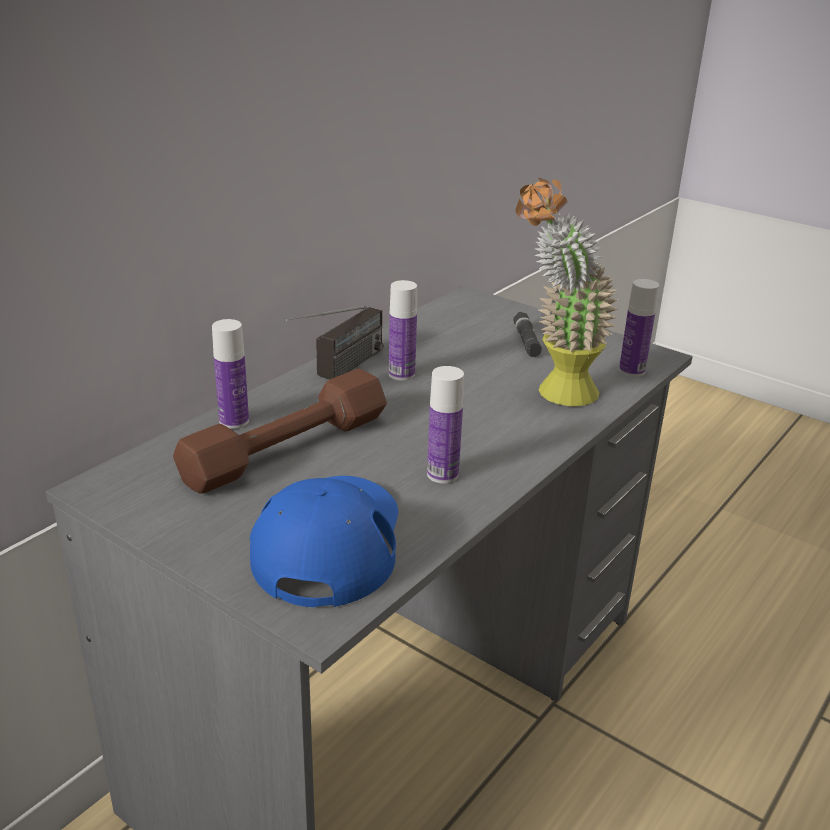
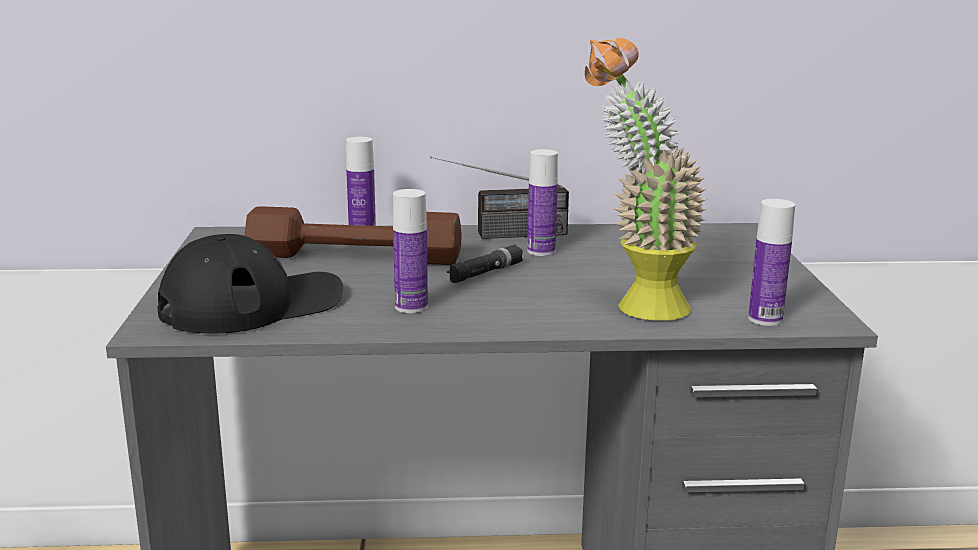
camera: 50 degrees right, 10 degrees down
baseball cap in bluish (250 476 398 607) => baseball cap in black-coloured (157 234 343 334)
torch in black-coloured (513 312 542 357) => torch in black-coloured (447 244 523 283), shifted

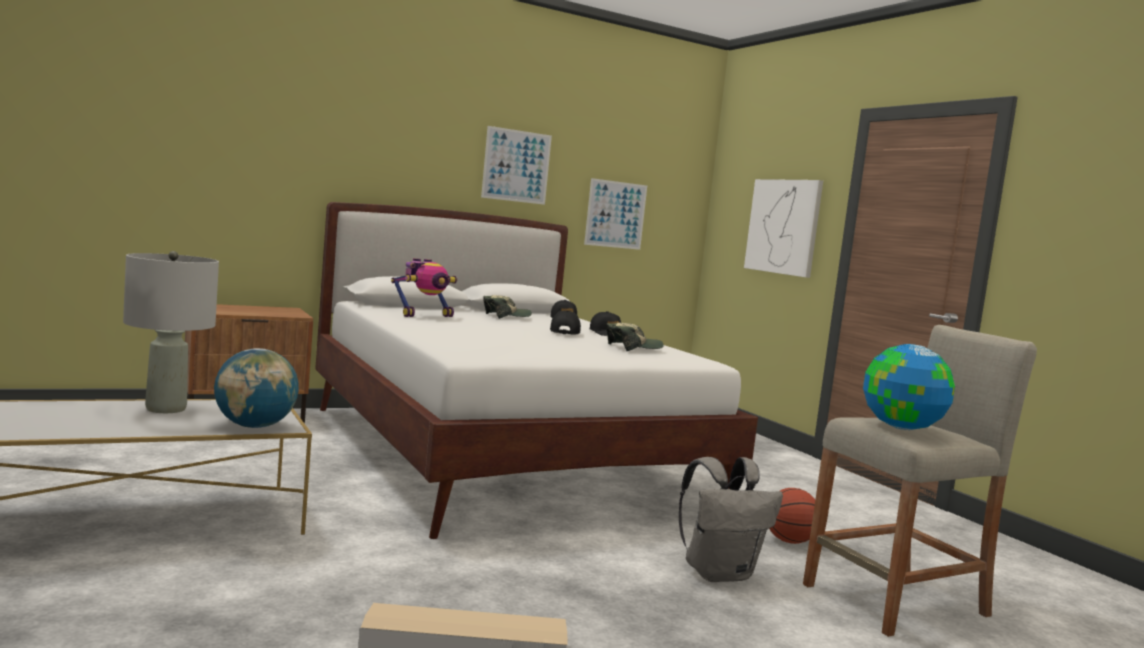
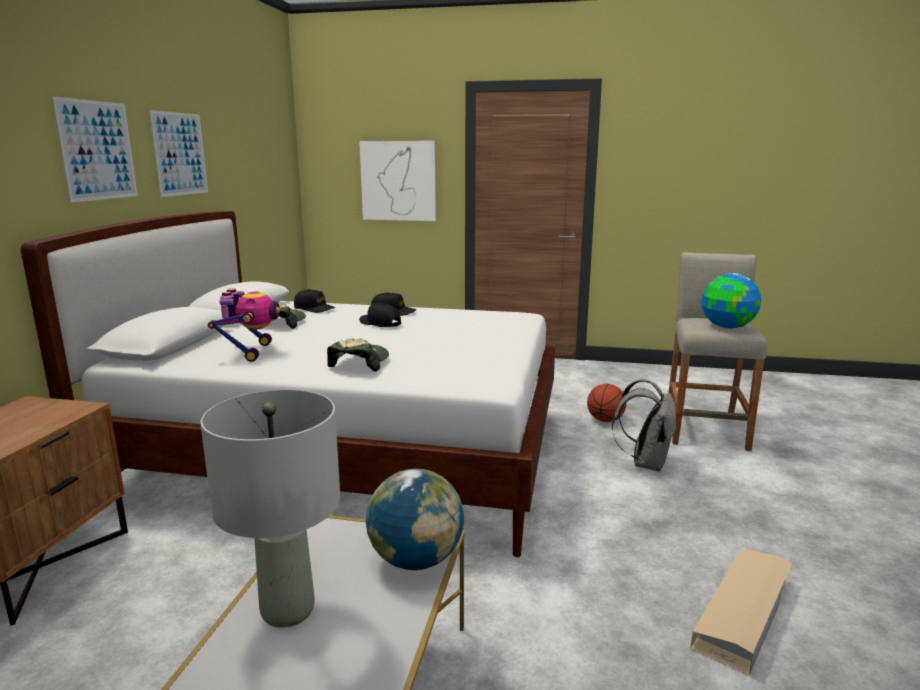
camera: 50 degrees left, 10 degrees up
wall art (584 178 647 250) => wall art (52 97 138 202), shifted
baseball cap (606 323 664 352) => baseball cap (327 338 389 372), shifted

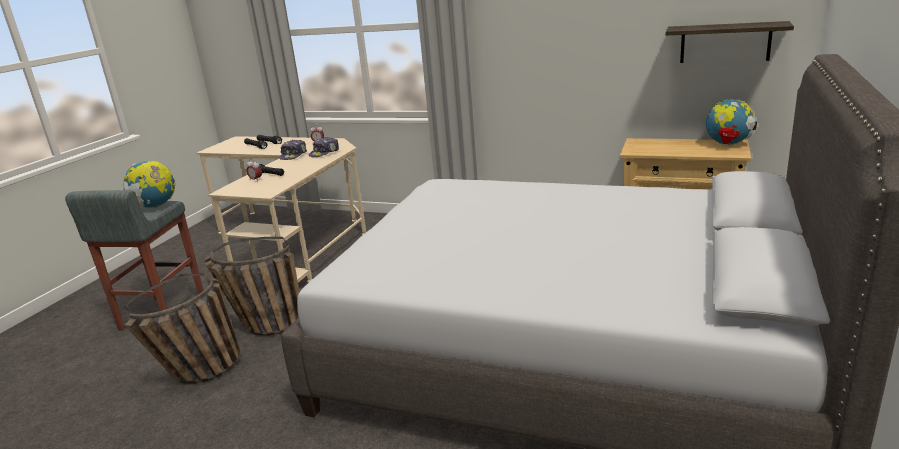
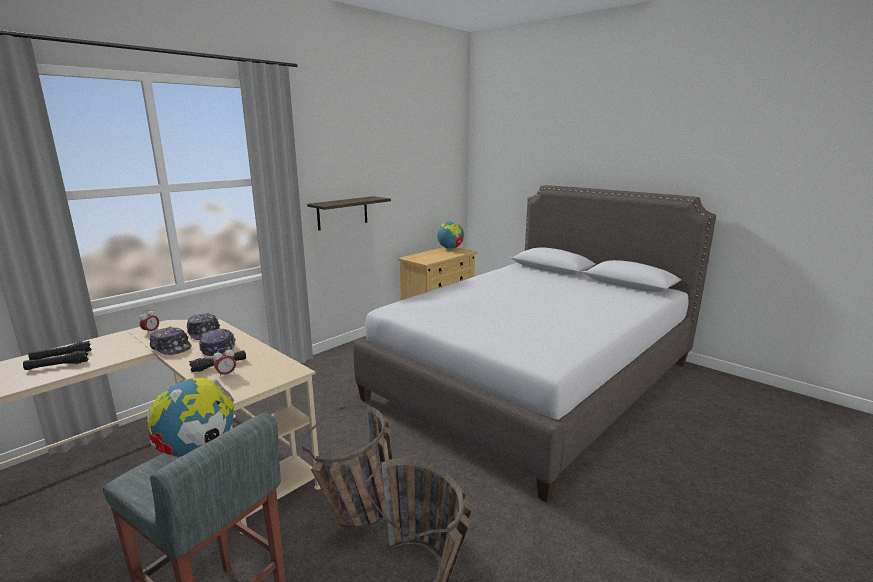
camera: 70 degrees left, 5 degrees down
bracket shelf (666 21 794 63) => bracket shelf (307 196 391 231), shifted
nothing => baseball cap (199 329 236 356)

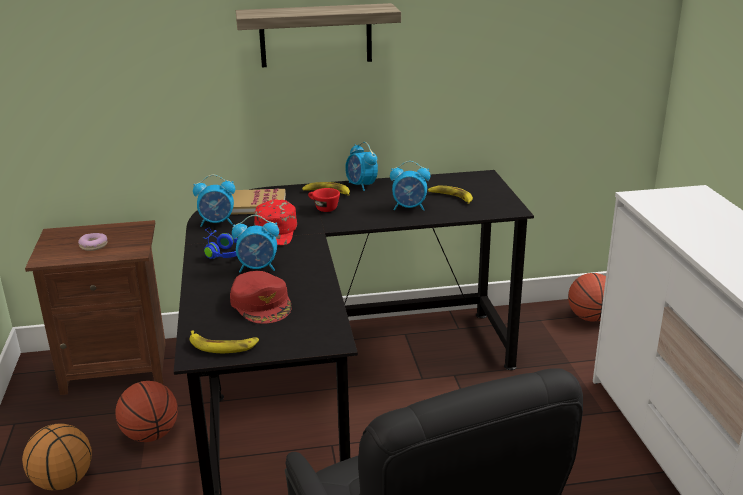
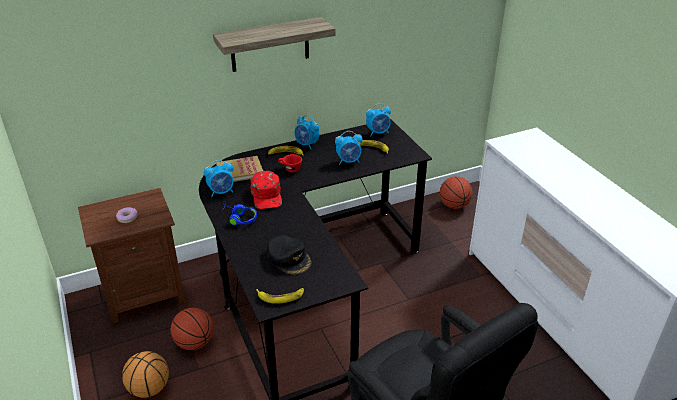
camera: 15 degrees left, 10 degrees up
baseball cap in reddish (230 271 292 324) => baseball cap in black-coloured (267 235 312 275)
alarm clock (232 215 279 273) => alarm clock (366 103 391 136), shifted

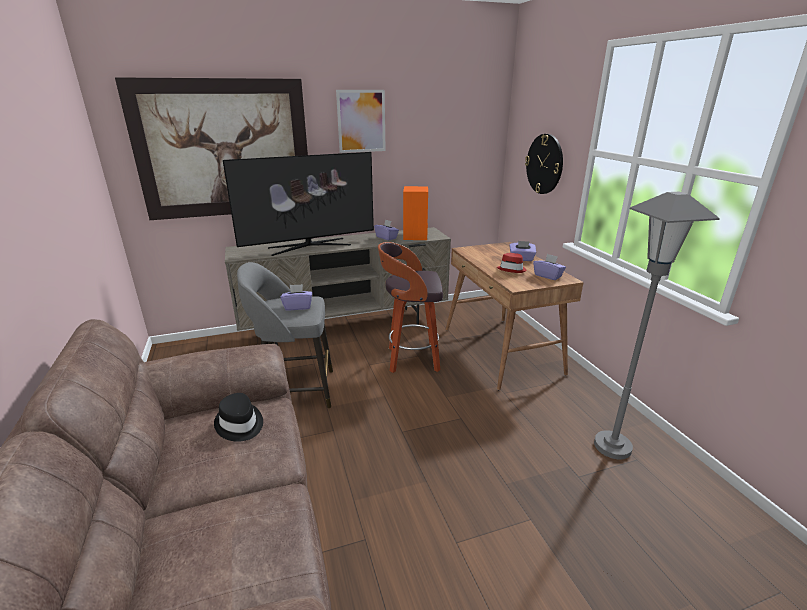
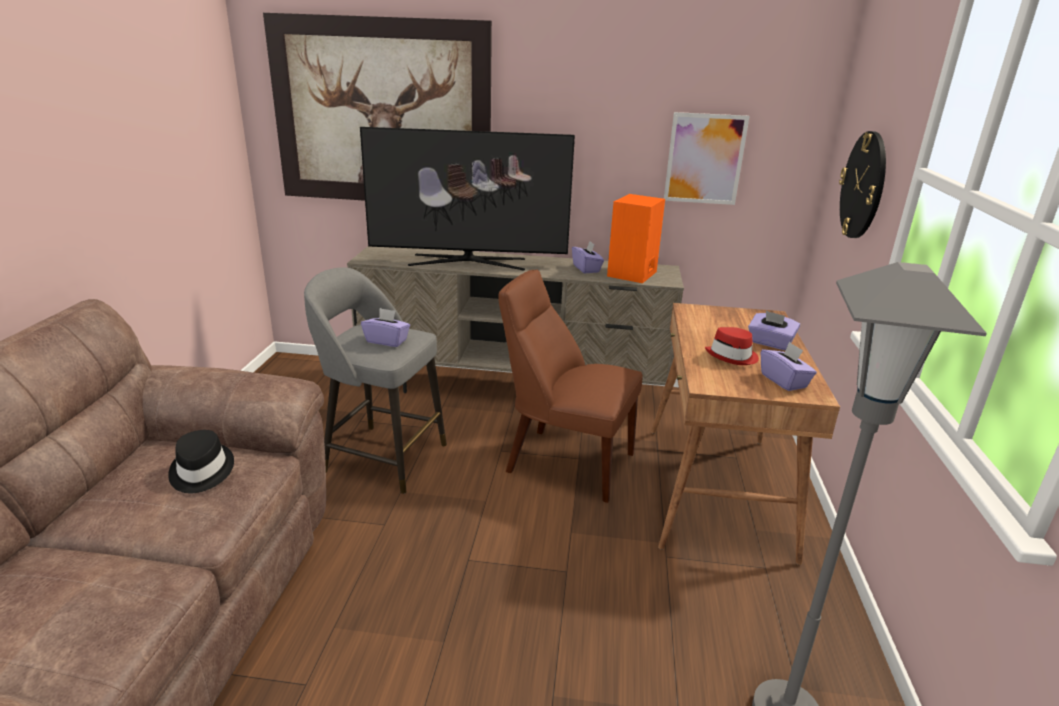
camera: 25 degrees right, 0 degrees up
wall art (336 90 386 153) => wall art (664 112 750 205), shifted
sitting stool (378 242 443 373) => upright chair in brown (498 270 643 503)

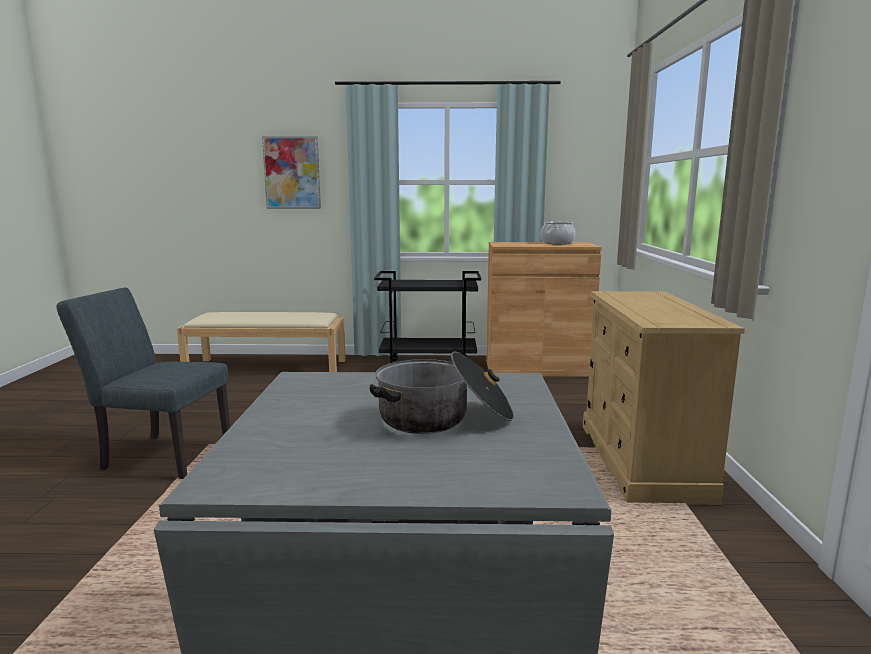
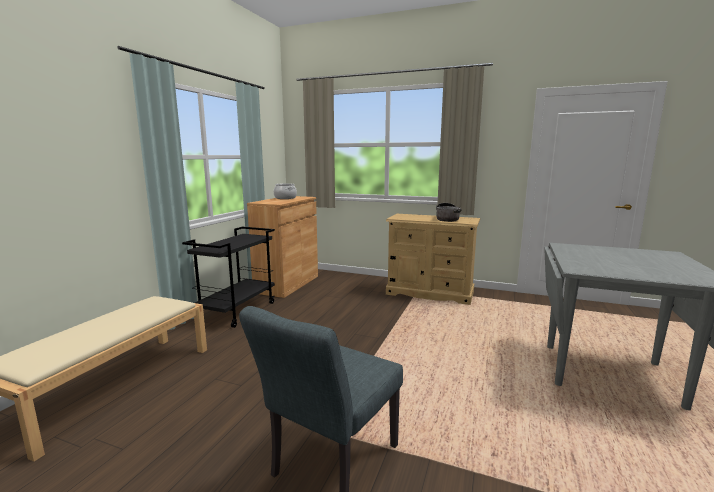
camera: 70 degrees left, 0 degrees up
wall art (262 136 321 209) => nothing
cooking pot (370 352 514 434) => cooking pot (436 203 461 222), shifted

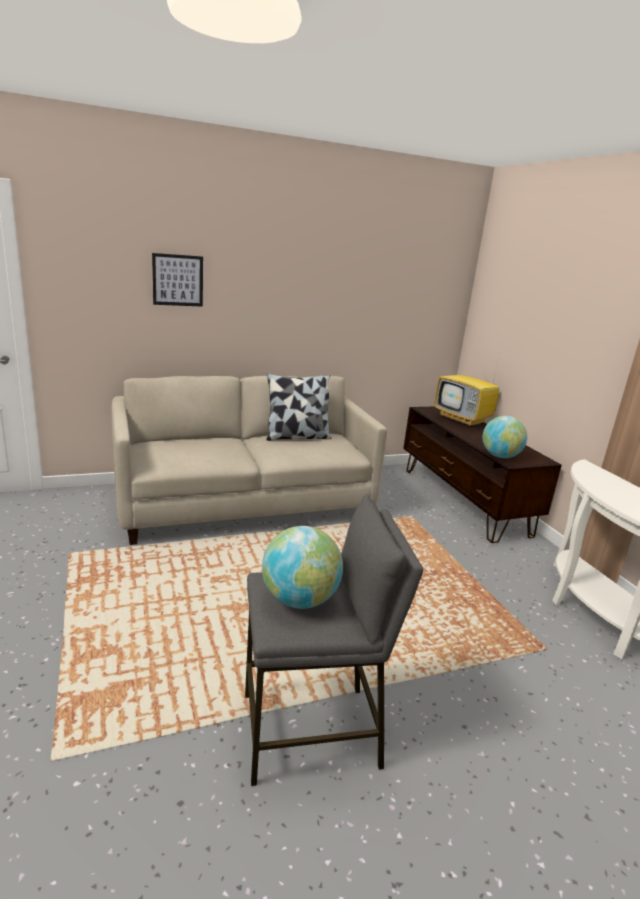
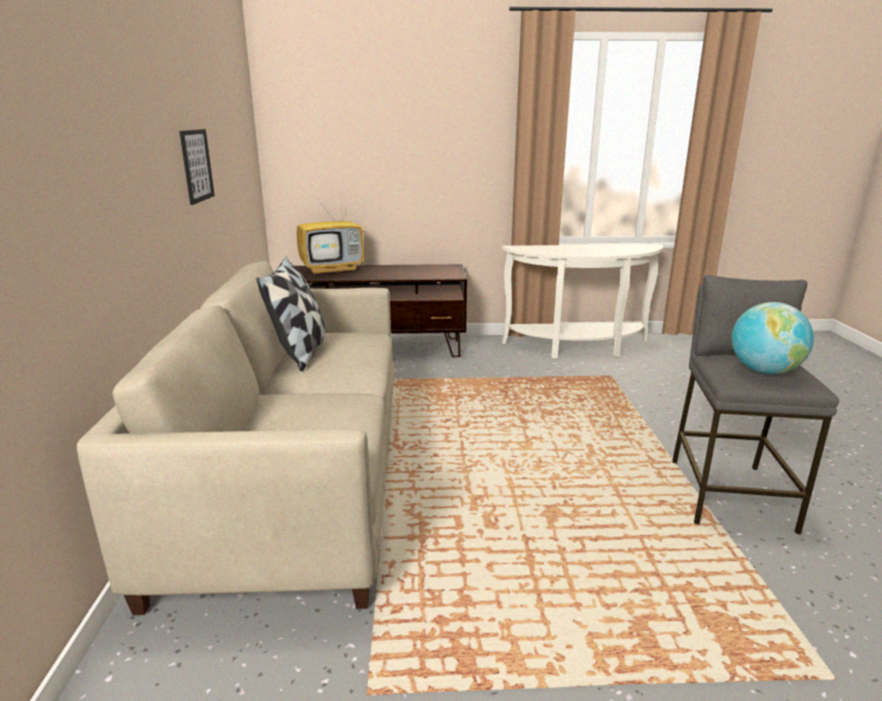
camera: 70 degrees left, 0 degrees up
wall art (152 253 203 307) => wall art (179 129 215 205), shifted
globe (483 416 527 458) => nothing

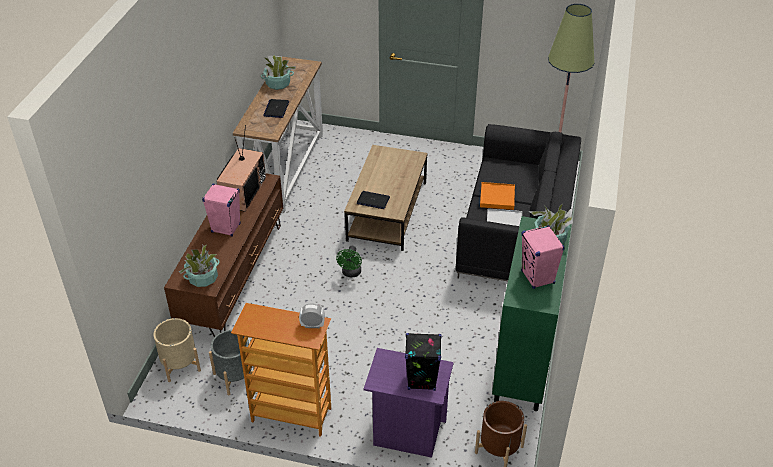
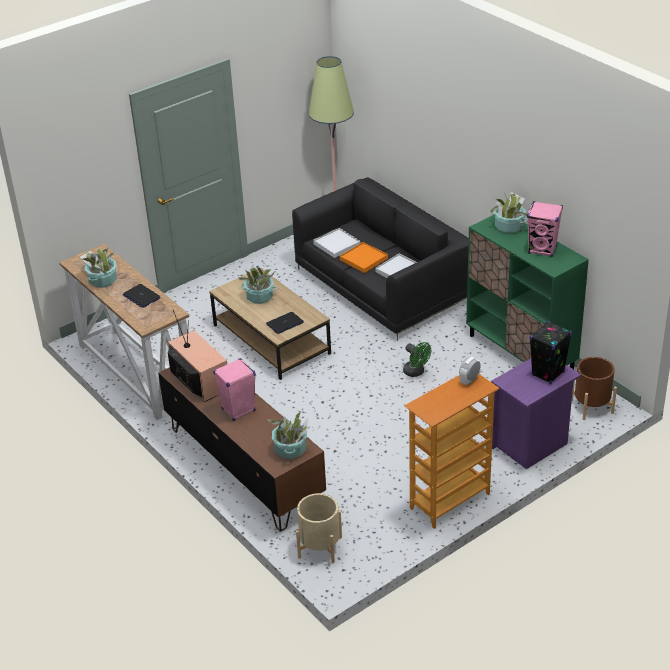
camera: 50 degrees left, 5 degrees down
flower pot in gray (209 330 255 395) => nothing
electric fan in greenish (336 246 362 277) => electric fan in greenish (403 342 431 377), shifted
nothing => potted plant (238 266 277 304)
nothing => carrying tray in whitish (313 228 361 258)

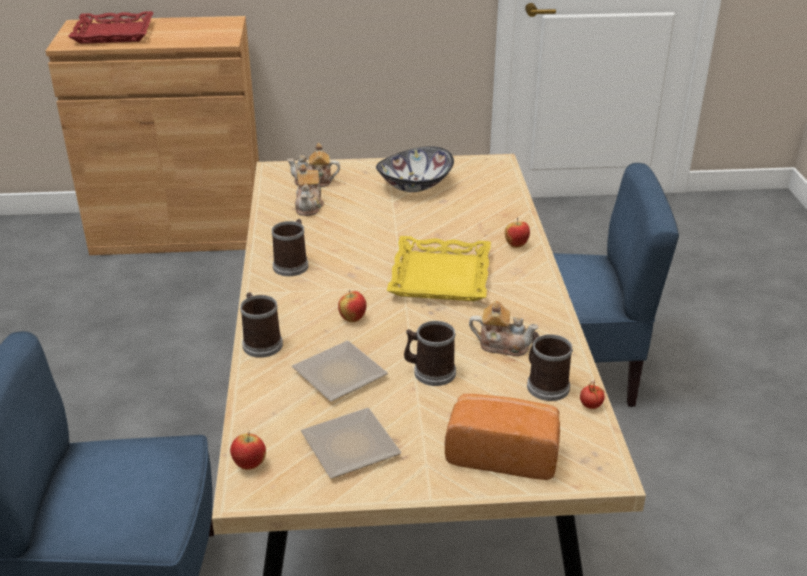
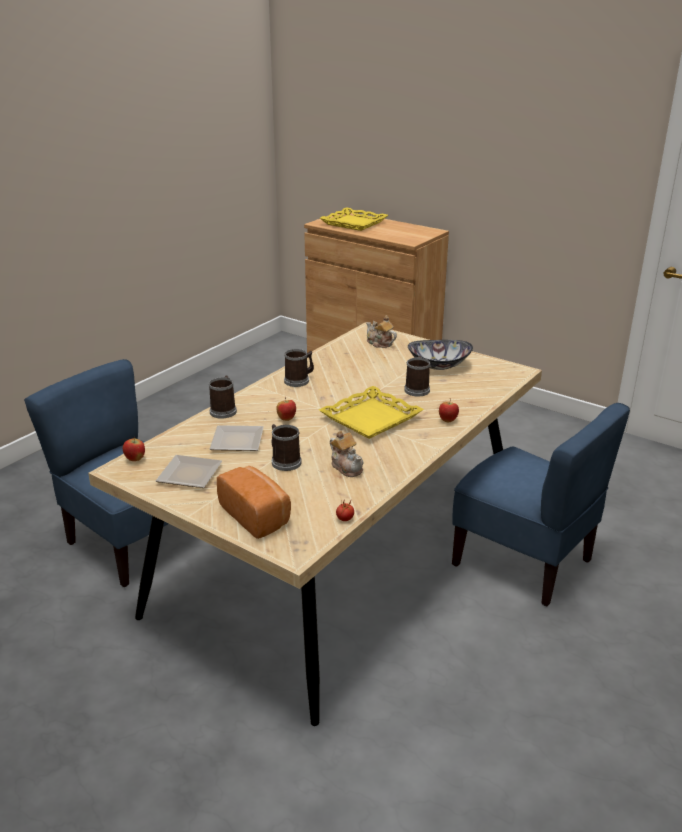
camera: 40 degrees right, 5 degrees down
carrying tray in reddish (68 11 154 44) => carrying tray in yellow-coloured (320 207 388 231)
tea pot (295 164 324 216) => nothing
mug (527 332 573 401) => mug (404 356 430 396), shifted

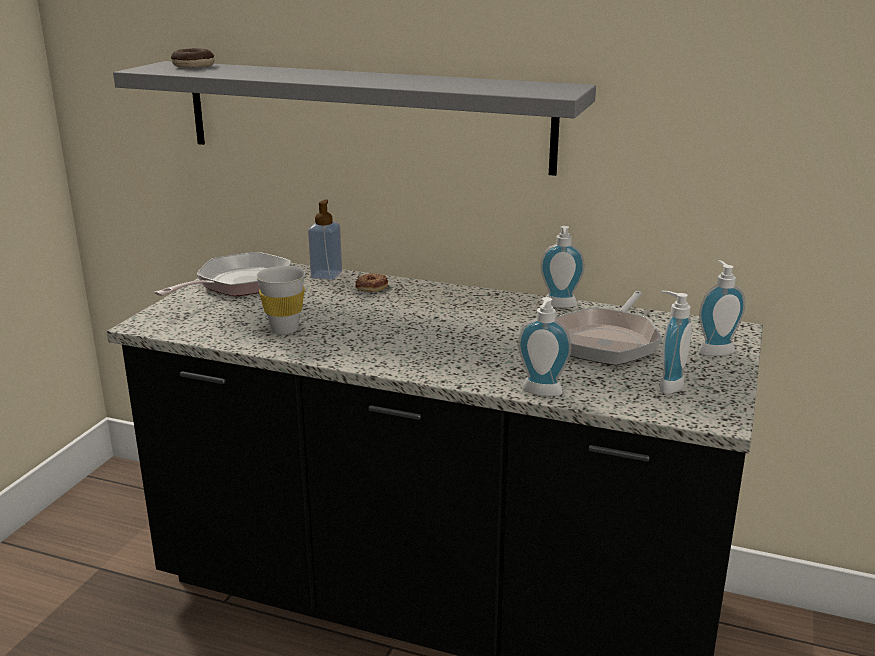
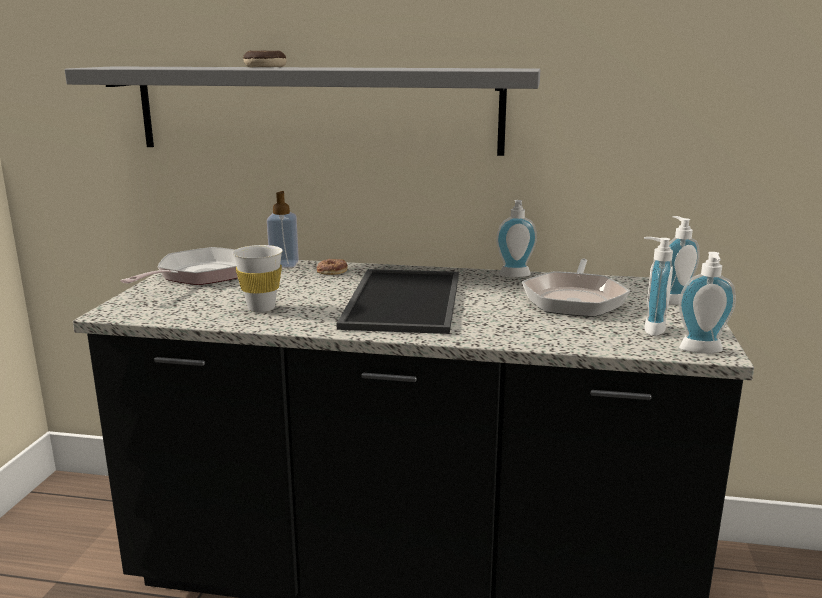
camera: 10 degrees left, 5 degrees down
donut (171 48 215 68) => donut (243 51 287 67), shifted
soap dispenser (518 297 572 396) => soap dispenser (679 252 736 353), shifted
nothing => carrying tray (336 269 459 334)

